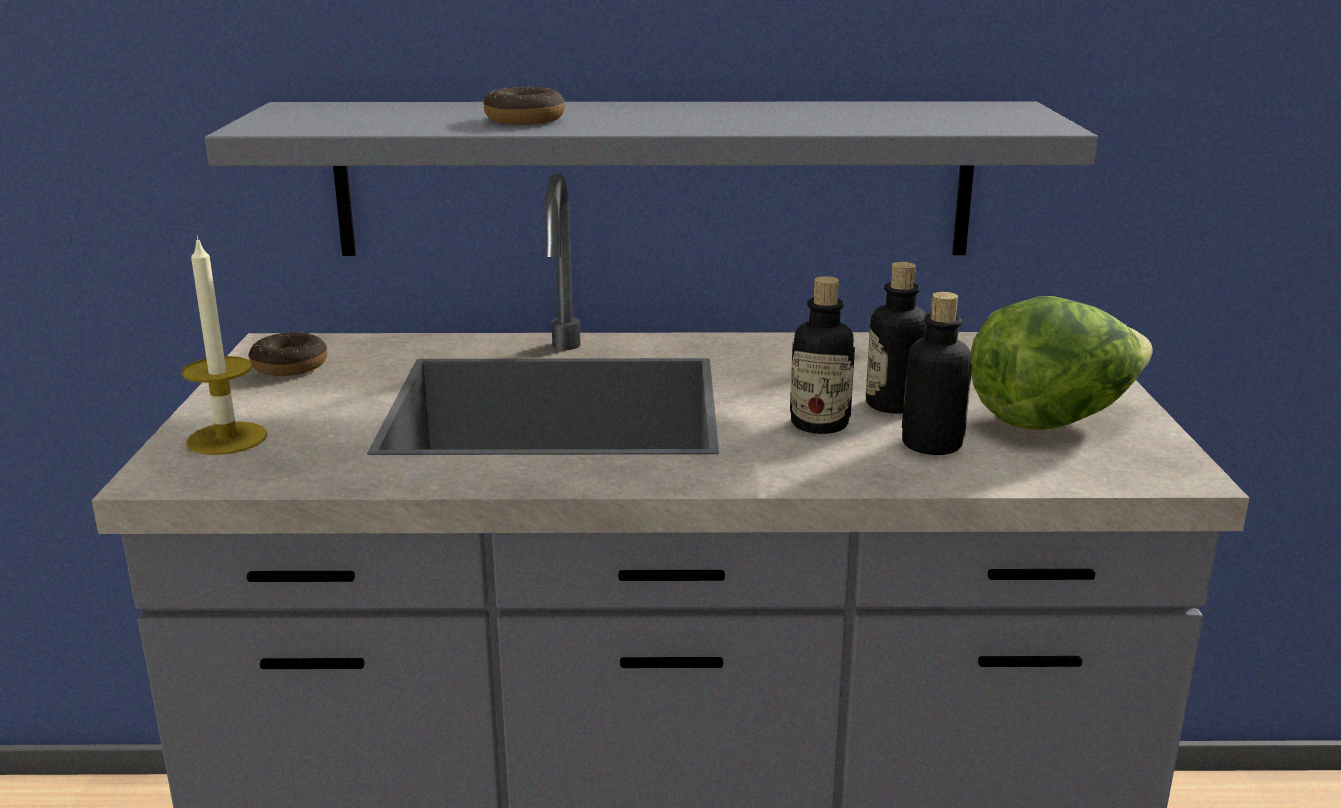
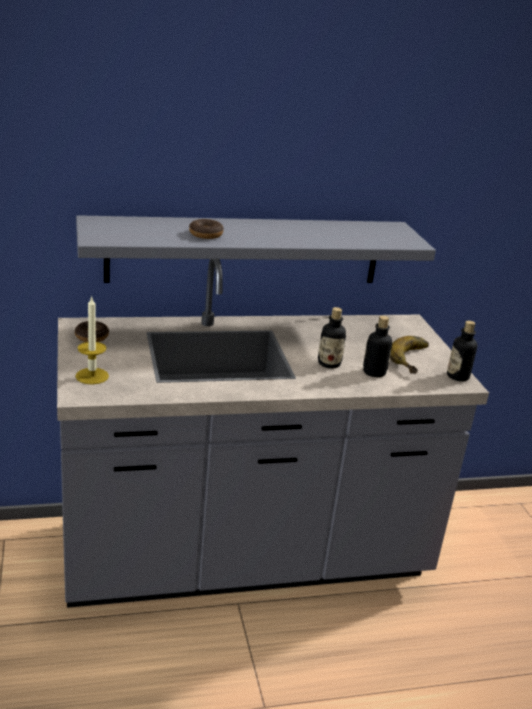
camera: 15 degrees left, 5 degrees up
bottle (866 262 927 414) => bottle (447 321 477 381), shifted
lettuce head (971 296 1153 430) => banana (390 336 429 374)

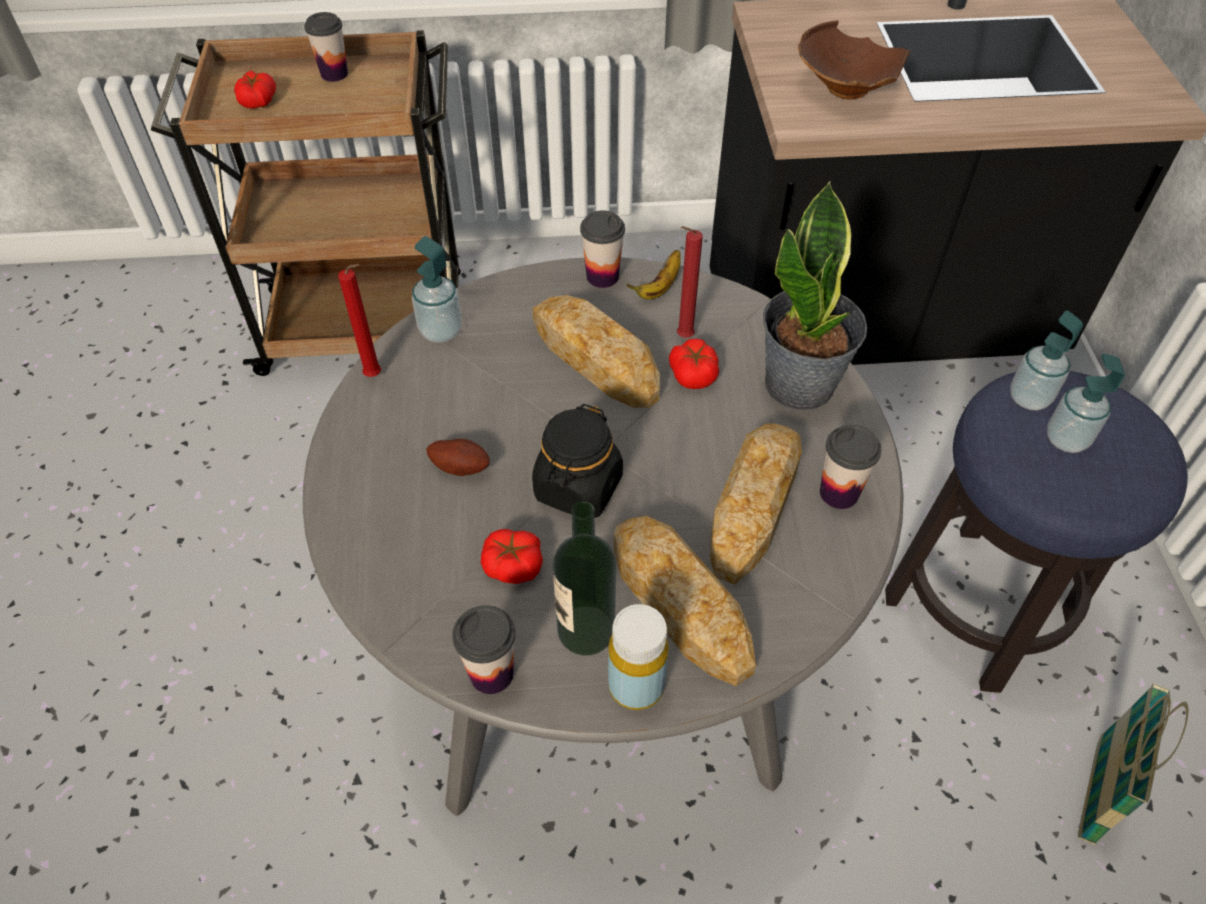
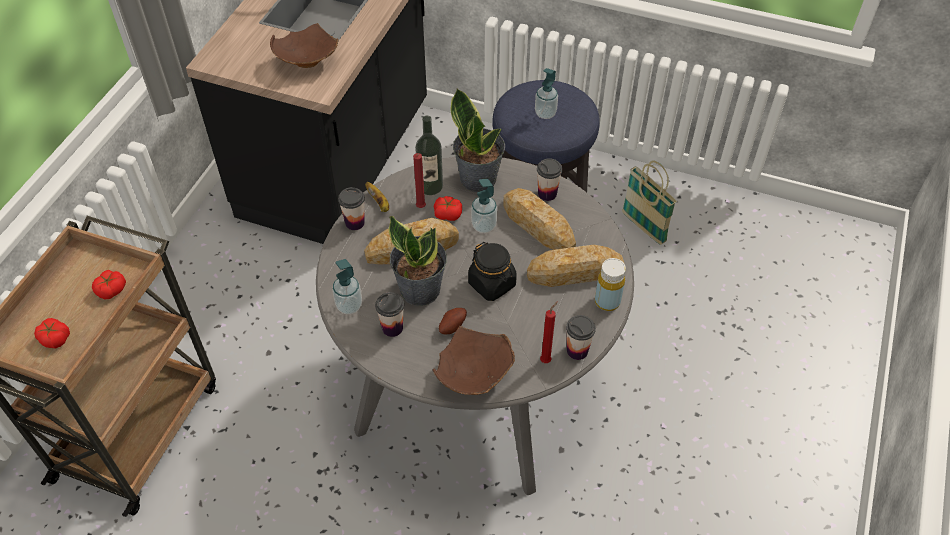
camera: 65 degrees left, 0 degrees up
cup (304 12 348 82) => cup (375 292 404 337), shifted
wax candle in reddish (338 264 381 377) => wax candle in reddish (540 302 557 363), shifted
tomato (481 529 543 584) => tomato (92 270 126 299), shifted
bottle (553 501 616 655) => bottle (415 116 443 195), shifted
soap dispenser (1010 310 1083 411) => soap dispenser (471 179 497 233), shifted
nothing => potted plant (388 216 447 306)
nothing => deep dish in brown (433 326 515 395)

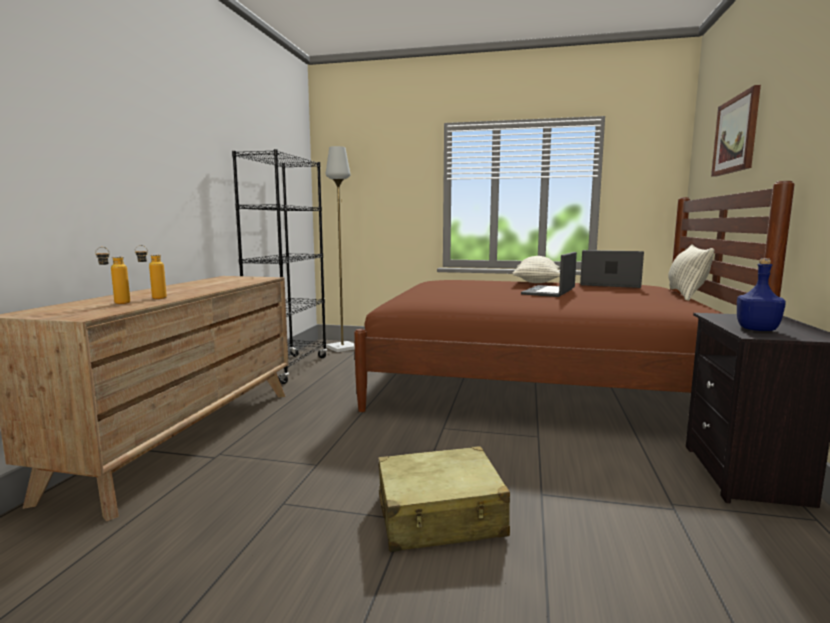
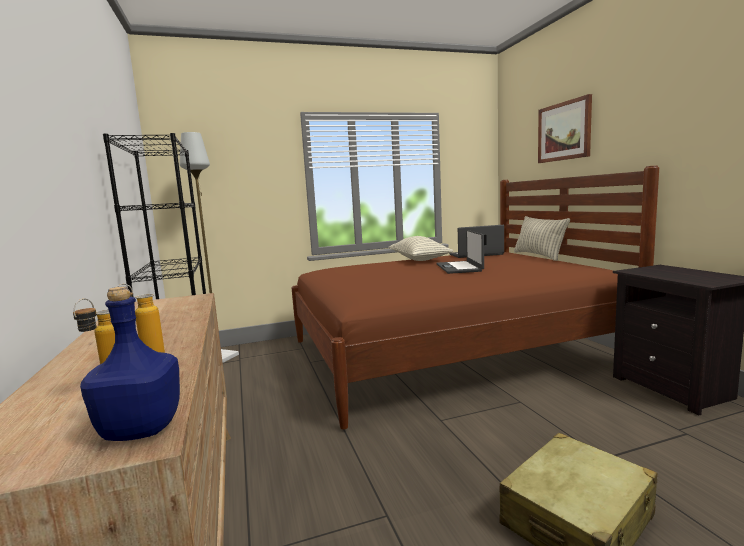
camera: 30 degrees left, 0 degrees up
bottle in bluish (737 258 786 331) => bottle in bluish (80 286 180 441), shifted

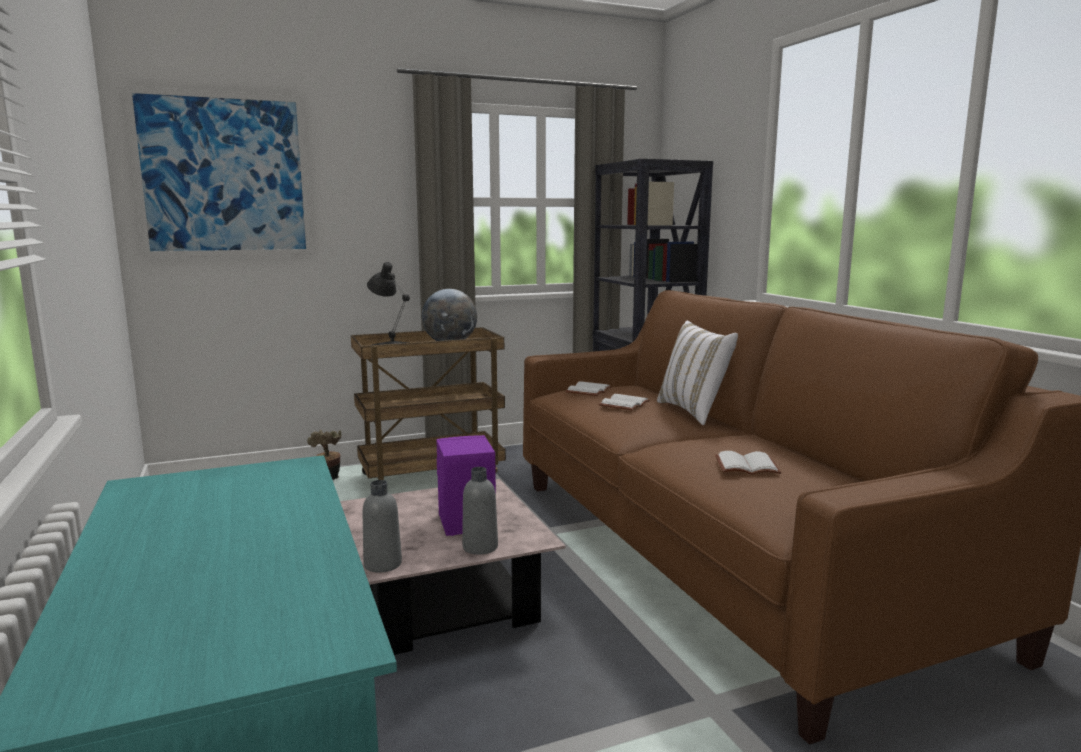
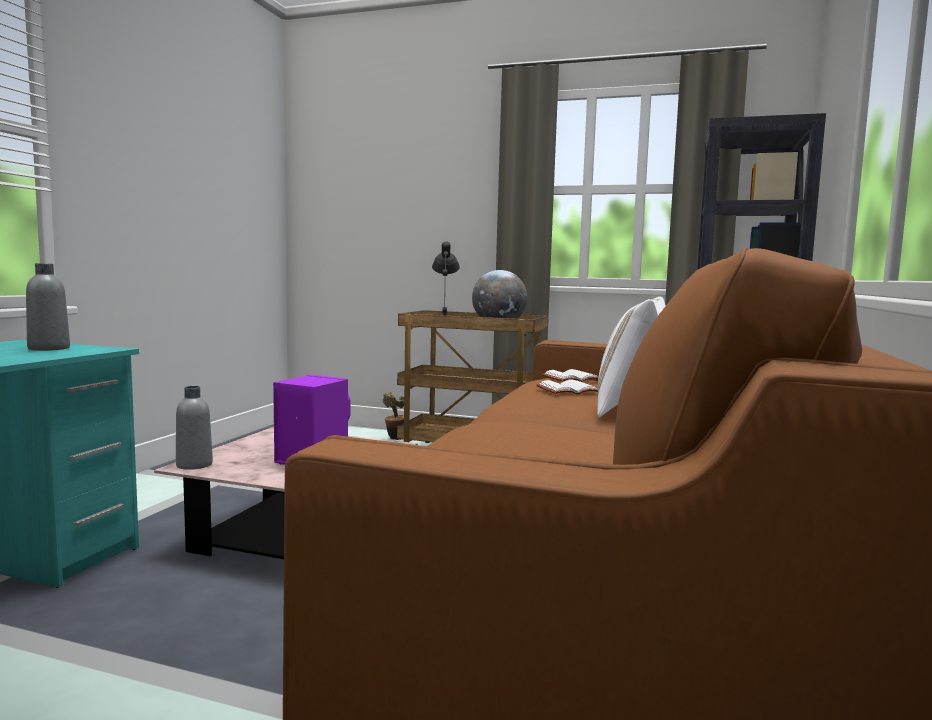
camera: 40 degrees right, 5 degrees down
wall art (124 86 313 258) => nothing
bottle in gray (462 467 498 555) => bottle in gray (26 263 70 351), shifted
volume in whitish (715 451 781 475) => nothing

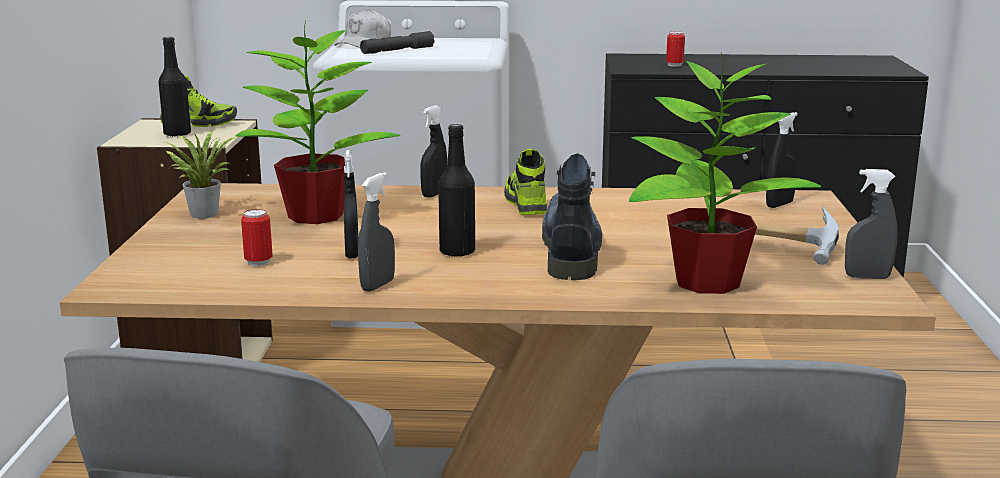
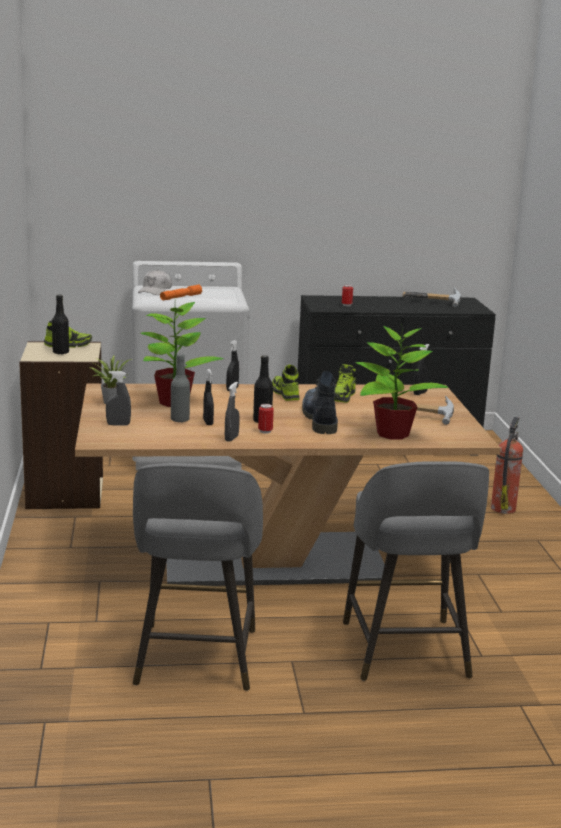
camera: 10 degrees left, 0 degrees up
metal can (241 209 273 266) => metal can (258 404 274 434), shifted
torch in gray (360 31 435 54) => torch in orangey (160 285 202 300)
hand sprayer in gray (845 169 898 279) => hand sprayer in gray (106 371 131 426), shifted
nothing => bottle in gray (171 354 190 422)
nothing => low shoe (334 364 356 403)
nothing => hammer (402 287 461 308)
nothing => extinguisher (491 417 523 514)

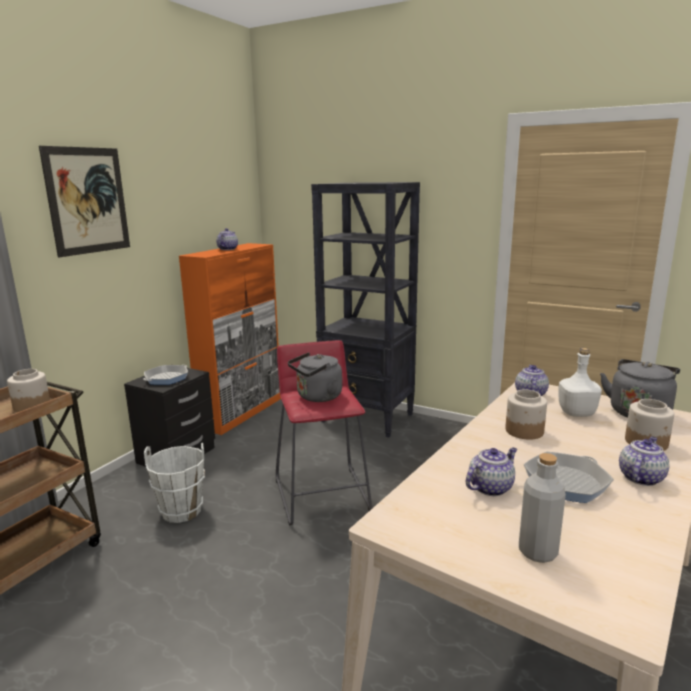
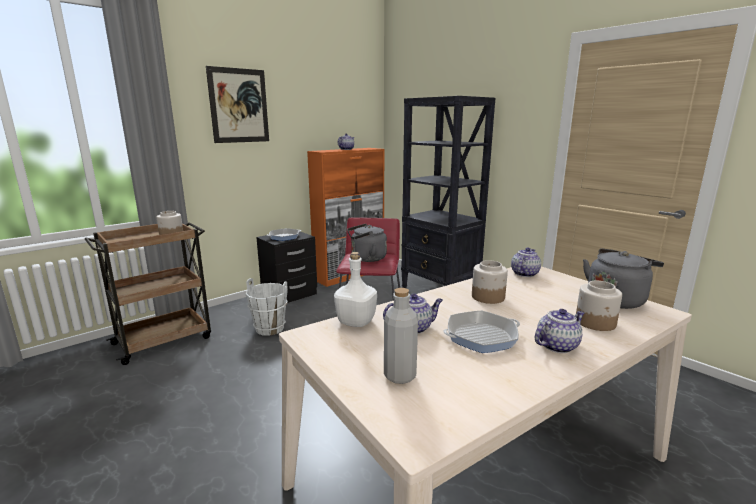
camera: 20 degrees right, 0 degrees up
bottle in whitish (559 348 602 417) => bottle in whitish (334 252 377 327), shifted

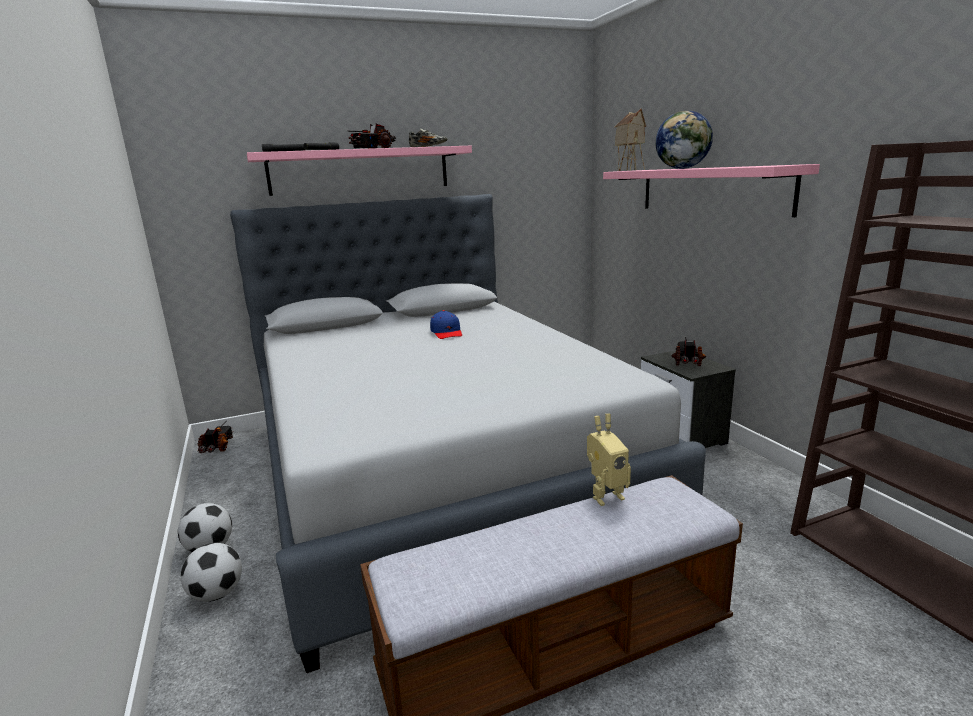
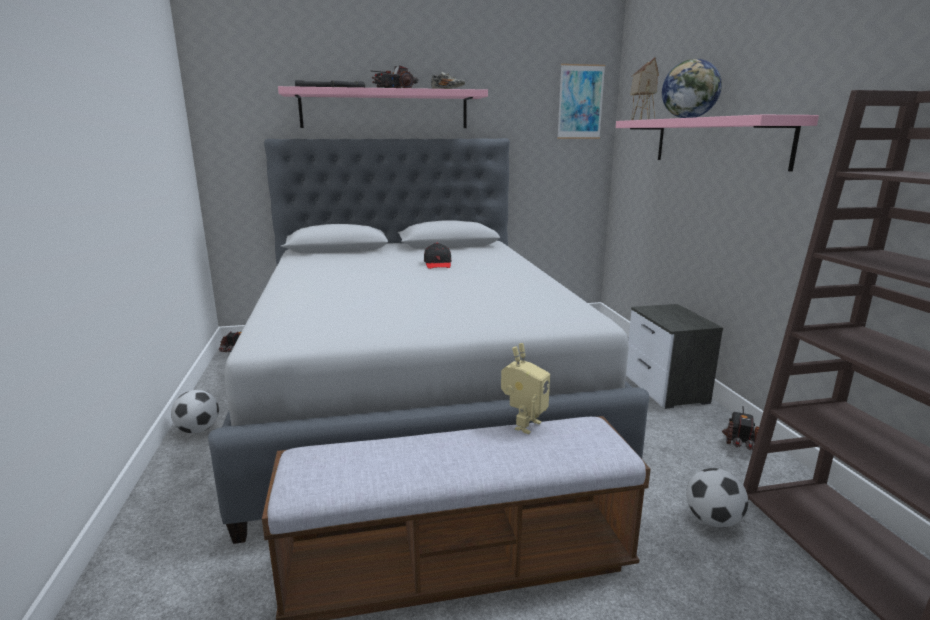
camera: 10 degrees right, 0 degrees up
ball for football (181 543 242 602) => ball for football (686 468 748 528), shifted
baseball cap in bluish (430 310 462 339) => baseball cap in black-coloured (424 243 451 269)
model robot (587 414 631 506) => model robot (501 343 550 434), 45 degrees counterclockwise
toy lorry (671 337 706 366) => toy lorry (722 406 759 450), shifted
nothing => wall art (557 64 605 139)

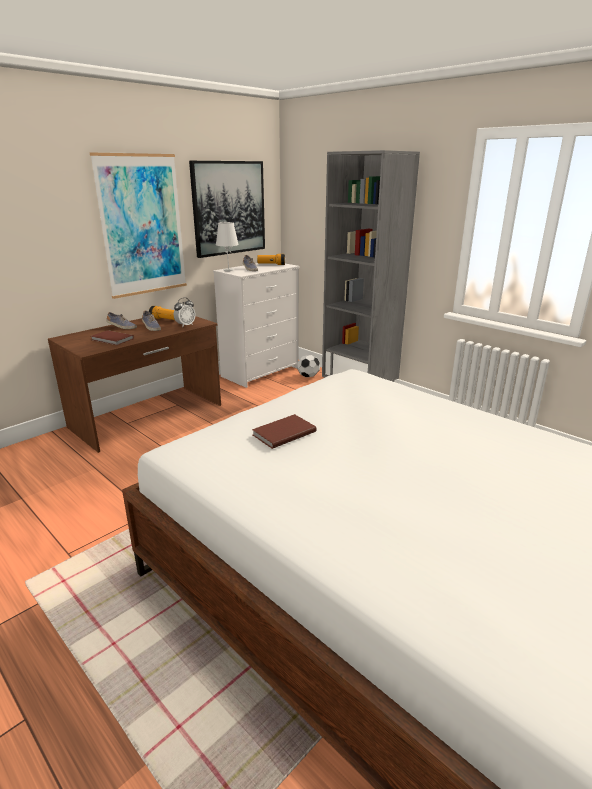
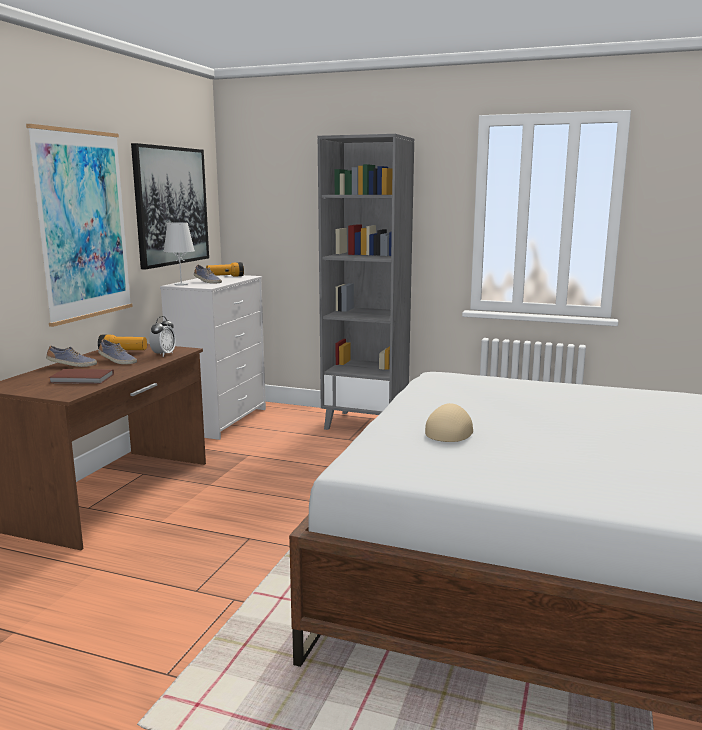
camera: 25 degrees left, 10 degrees down
volume in brown (252 414 317 449) => baseball cap in beige-coloured (425 403 473 442)
ball for football (297 355 320 377) => nothing

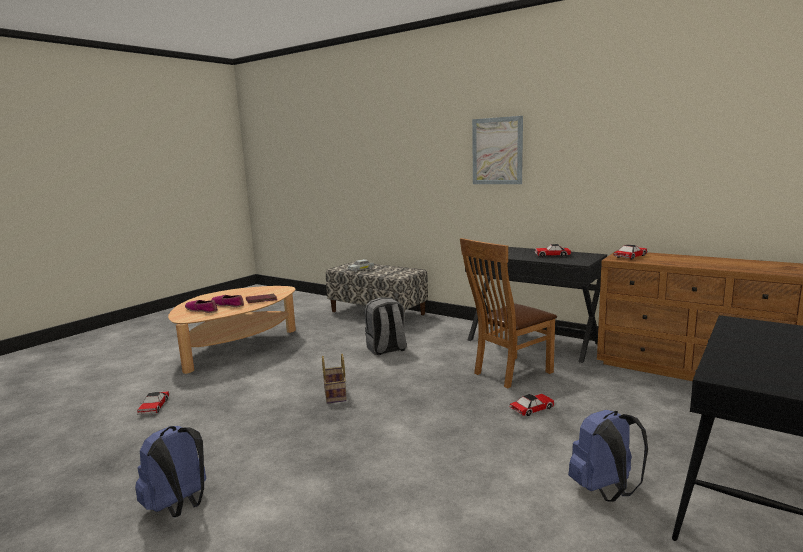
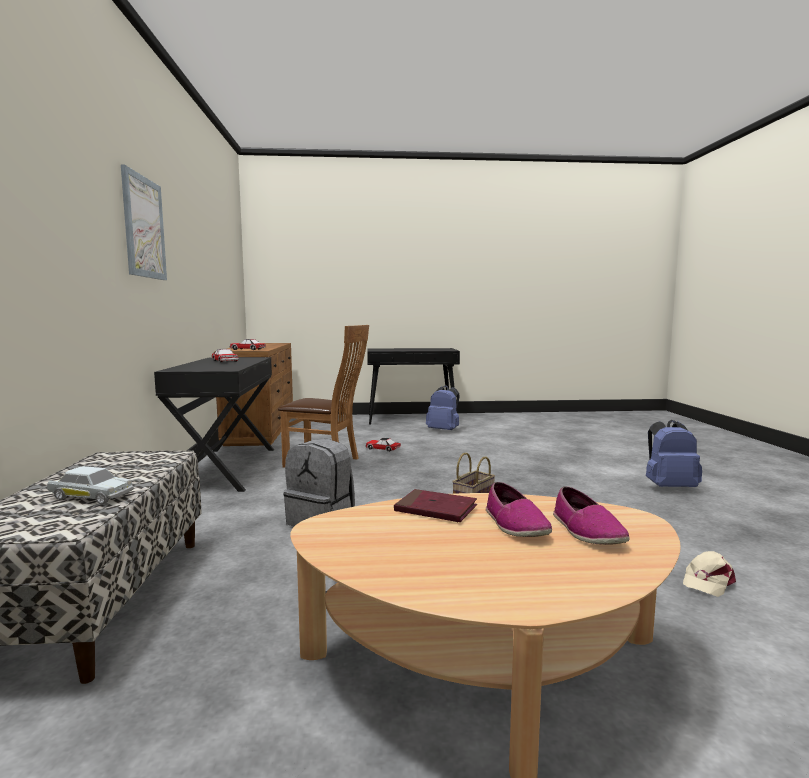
camera: 130 degrees left, 5 degrees down
model car (137 392 169 415) => baseball cap in beige-coloured (683 551 736 597)

